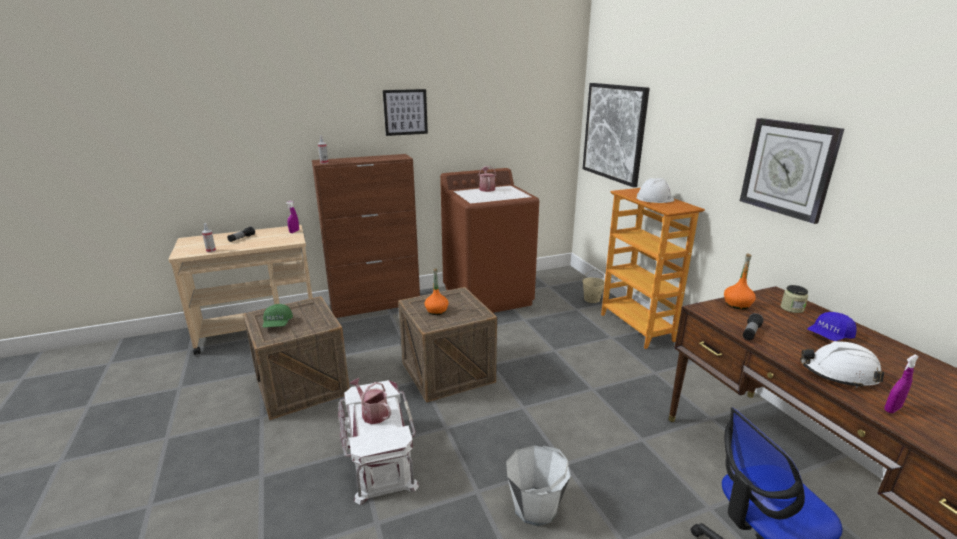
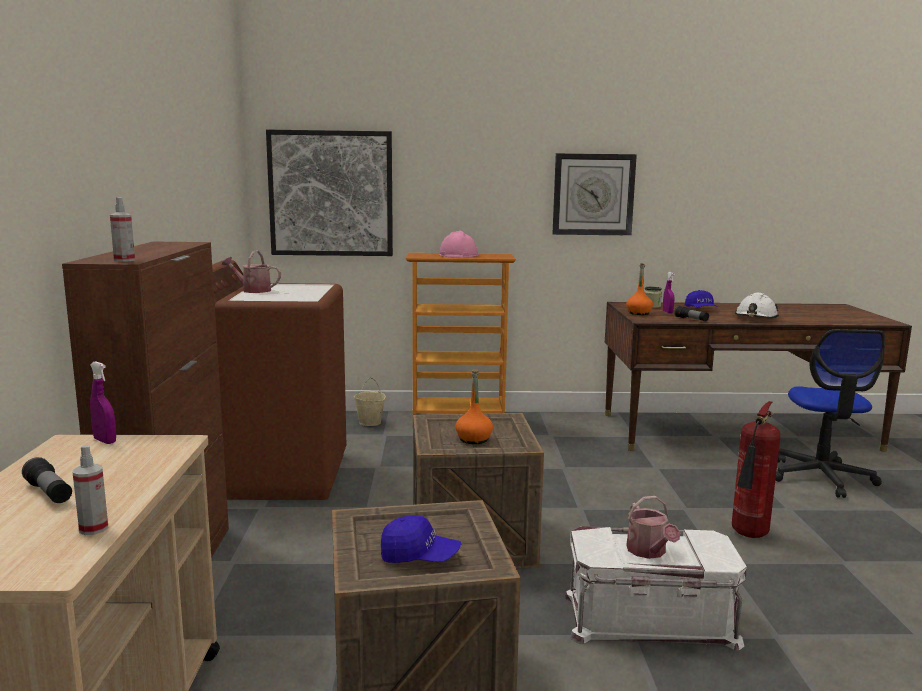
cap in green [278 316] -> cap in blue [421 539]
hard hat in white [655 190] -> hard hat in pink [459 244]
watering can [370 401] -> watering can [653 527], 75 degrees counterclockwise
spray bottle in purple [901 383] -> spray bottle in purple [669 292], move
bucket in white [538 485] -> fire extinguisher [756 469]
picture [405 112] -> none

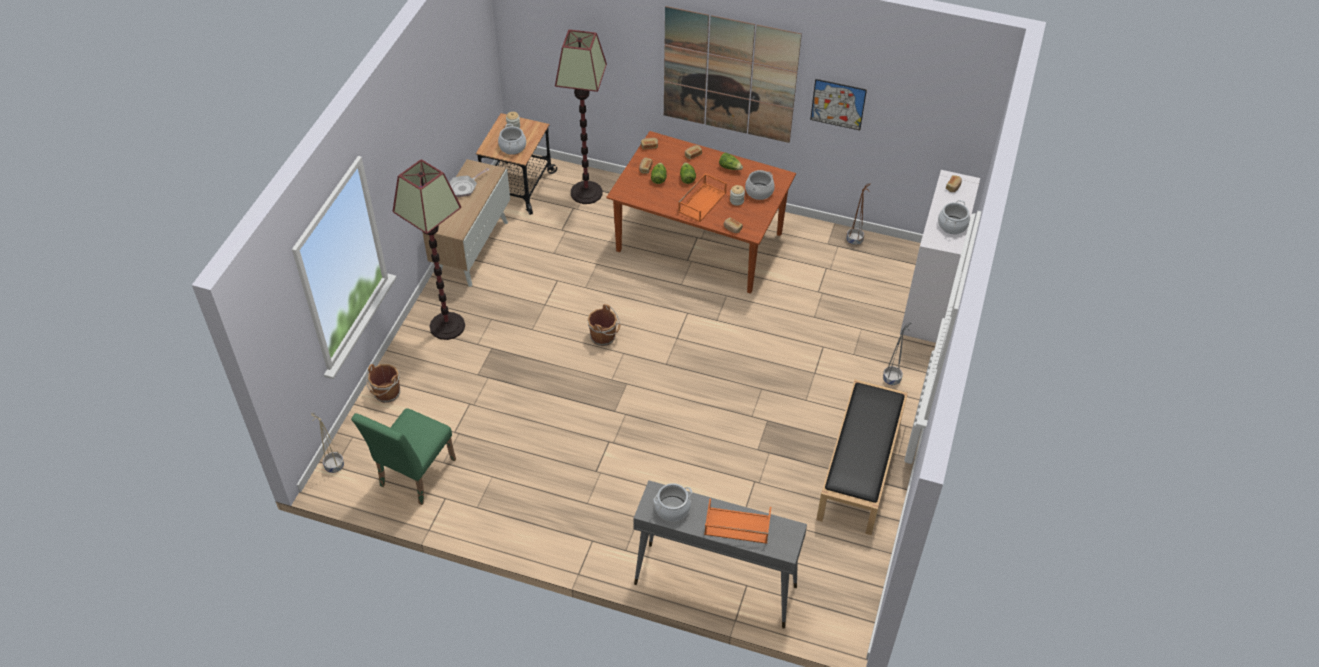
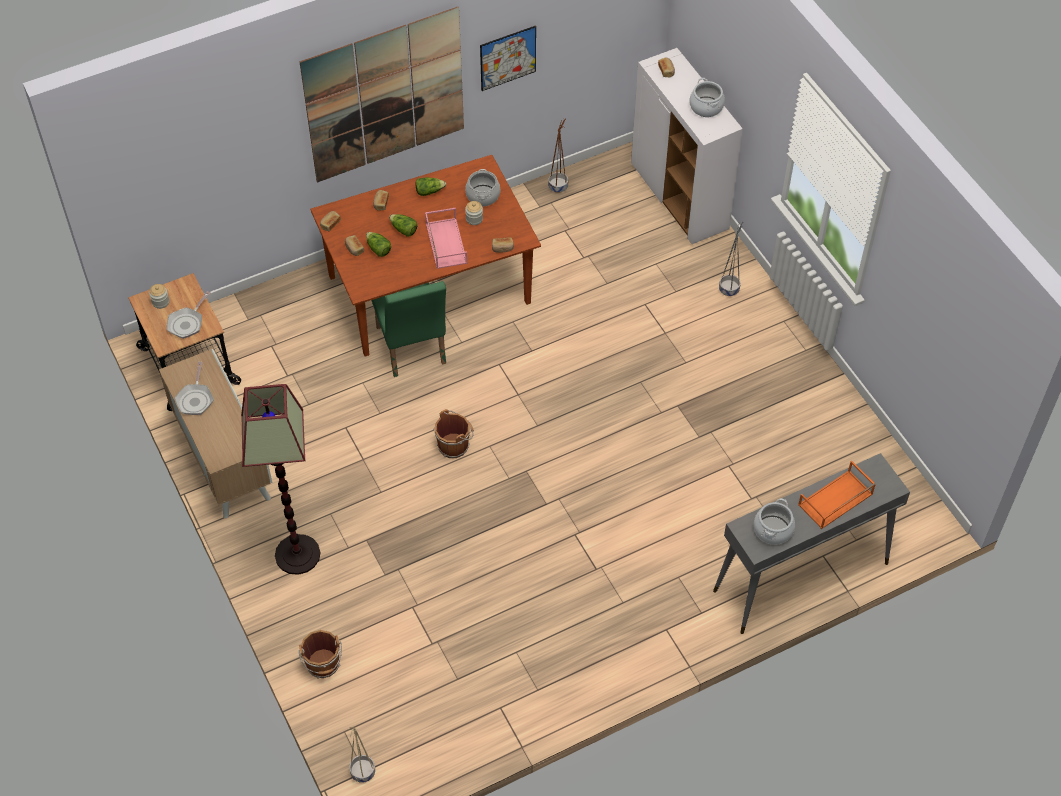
cooking pot [512 139] -> frying pan [189 315]
chair in green [403 456] -> chair in green [408 329], move
tray in orange [702 197] -> tray in pink [446 238]
floor lamp [581 117] -> none
bench in black [862 457] -> none

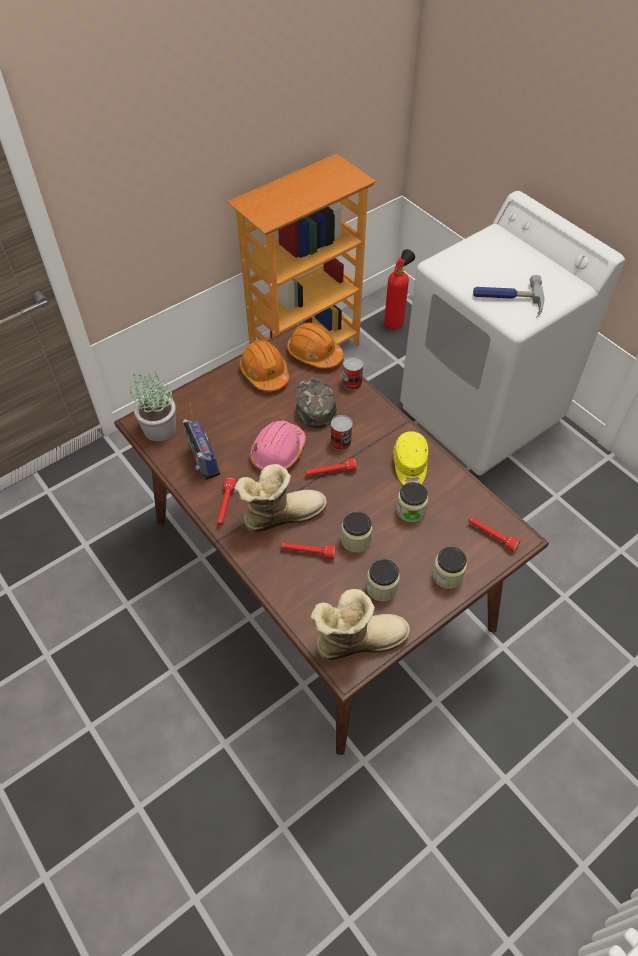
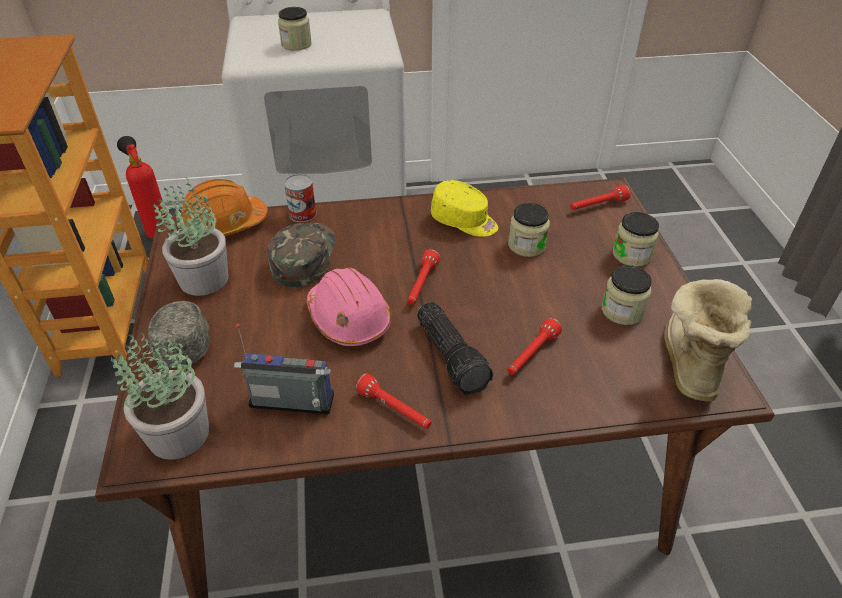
none -> cap in grey [178 334]
hard hat in orange [264 365] -> potted plant [191 236]
cap in green [316 403] -> cap in green [301 255], 75 degrees clockwise
jar [356 532] -> jar [295 29], move
boot [280 498] -> flashlight [455 348]
can [341 432] -> none
hammer [508 296] -> none

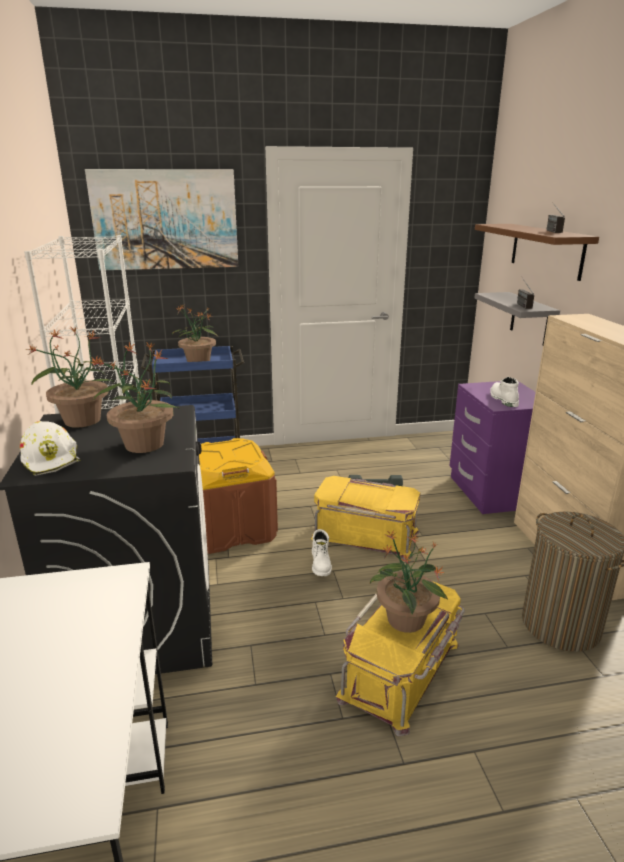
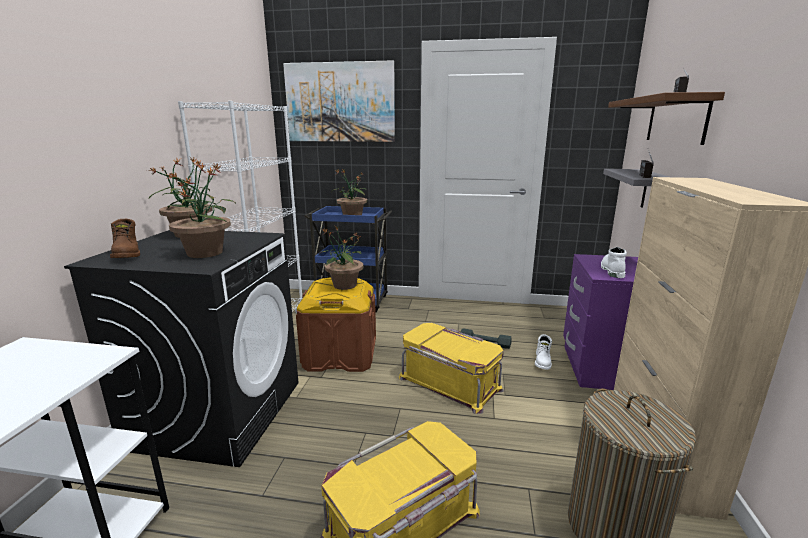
hard hat in white [50 448] -> boot in brown [125 238]
potted plant [409 581] -> potted plant [342 258], move
boot in white [322 552] -> boot in white [543 352], move

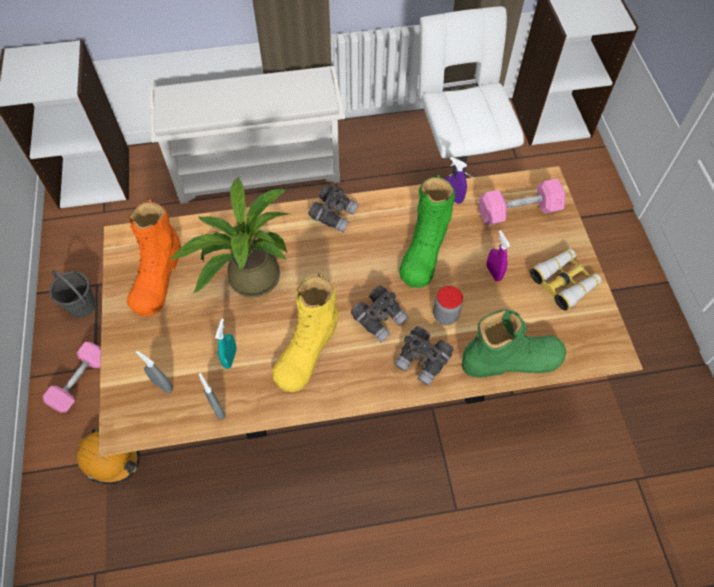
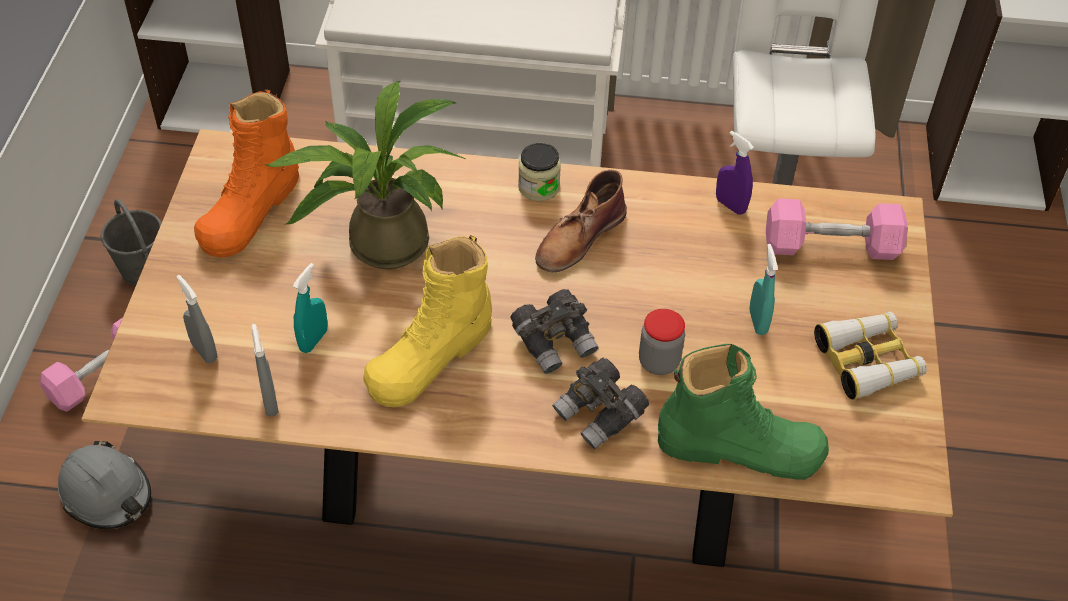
hard hat in orange [108 456] -> hard hat in grey [104 485]
binoculars in grey [333 208] -> jar [539 172]
none -> boot in brown [581 221]
spray bottle in purple [498 256] -> spray bottle in turquoise [763 289]
boot in green [427 231] -> none

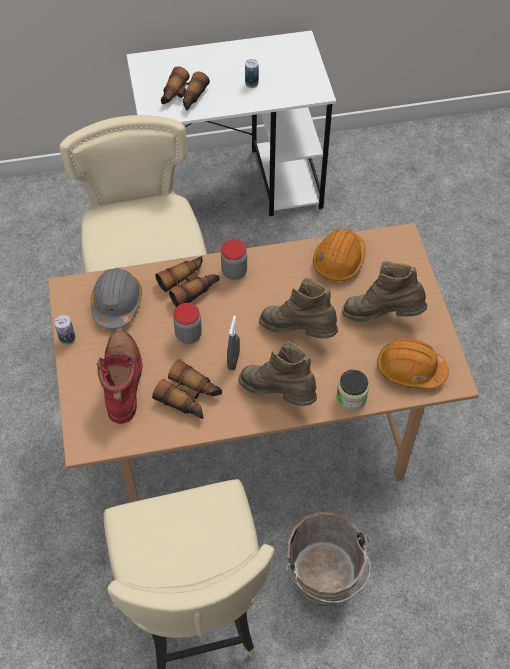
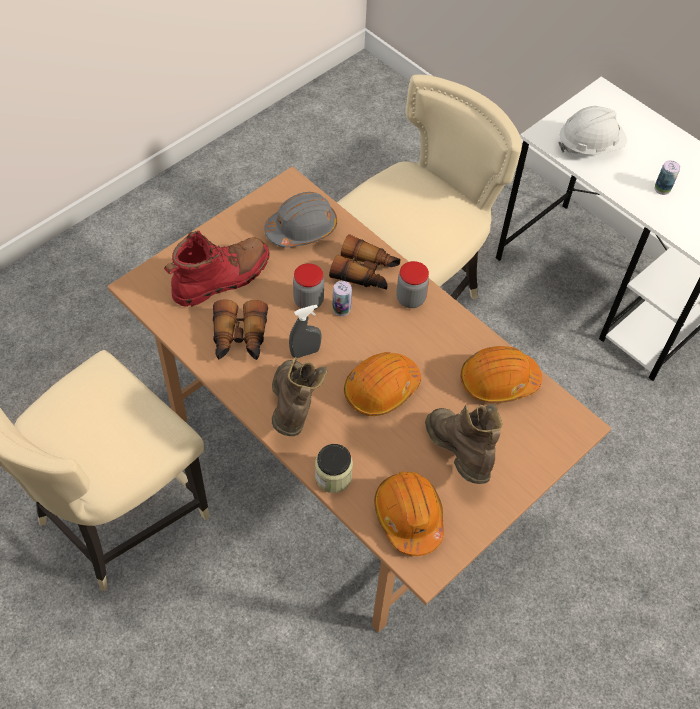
can [64 330] -> can [342 299], move
boot in brown [298 308] -> hard hat in orange [382 384]
binoculars [185 88] -> hard hat in white [592 130]
bucket in brown [328 559] -> none

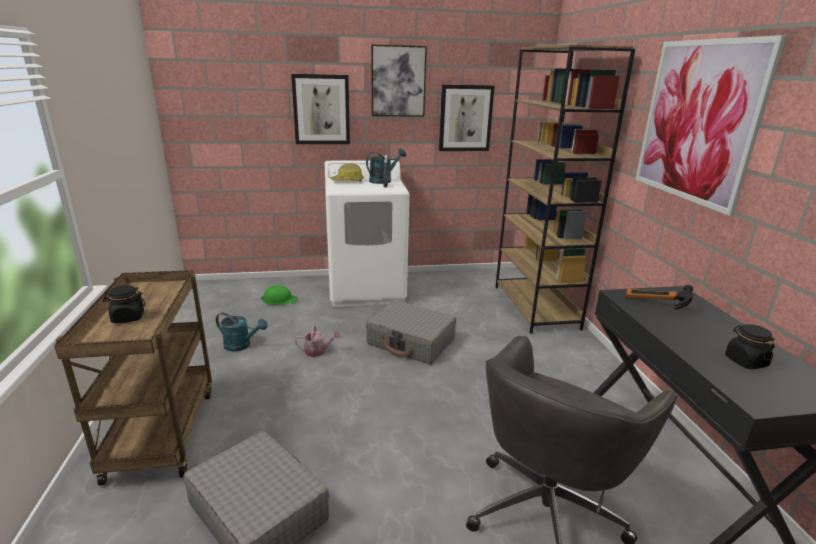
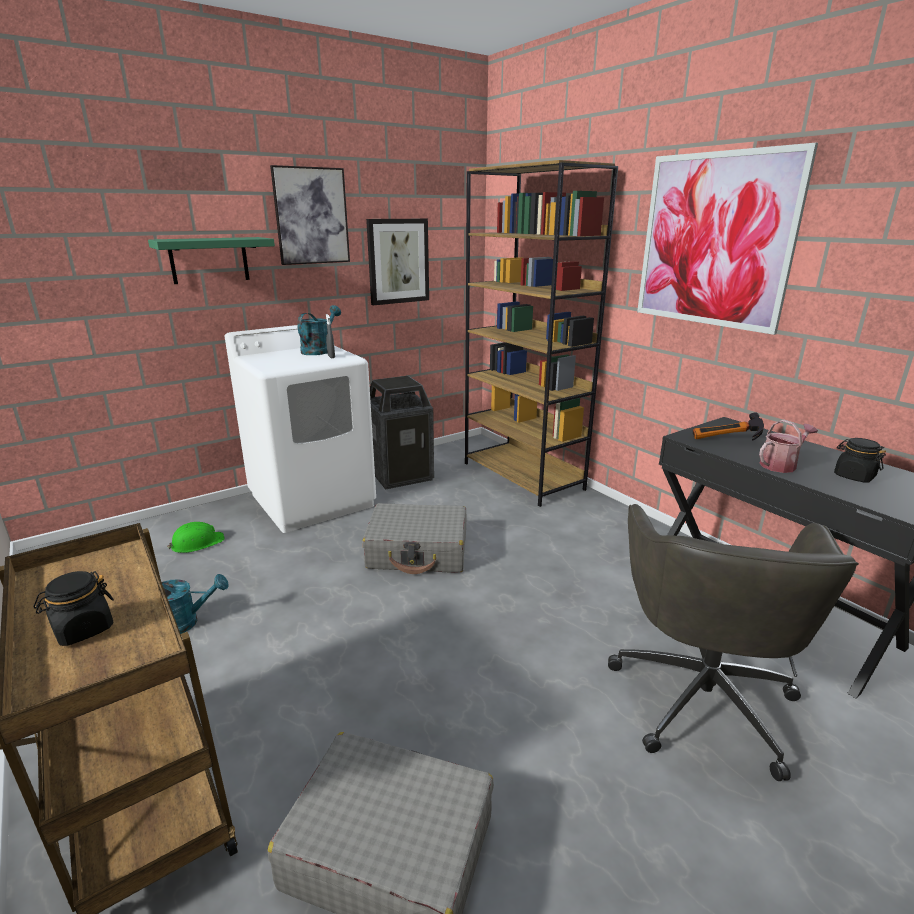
picture [320 109] -> shelf in green [211 260]
none -> trash can [402 433]
watering can [318 341] -> watering can [788 446], move
hard hat [347 172] -> none

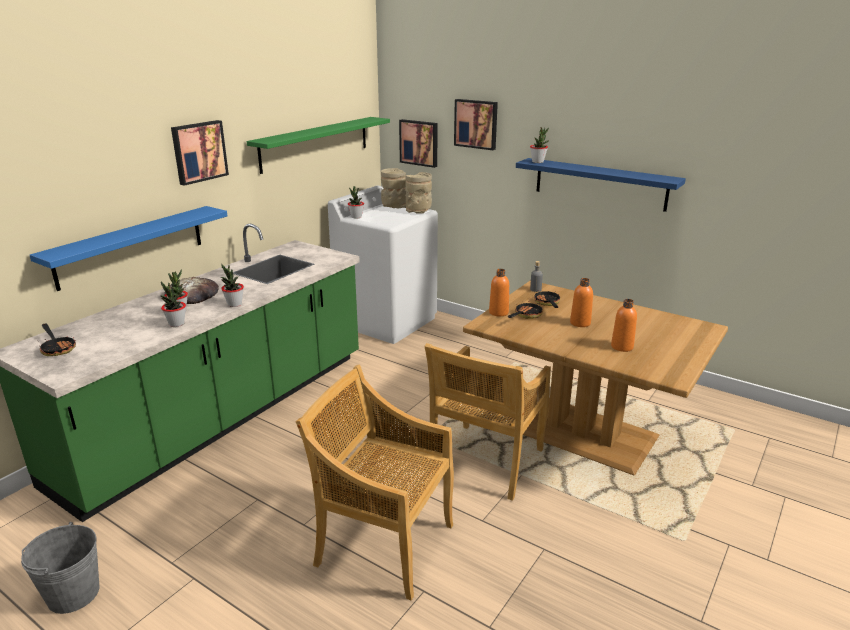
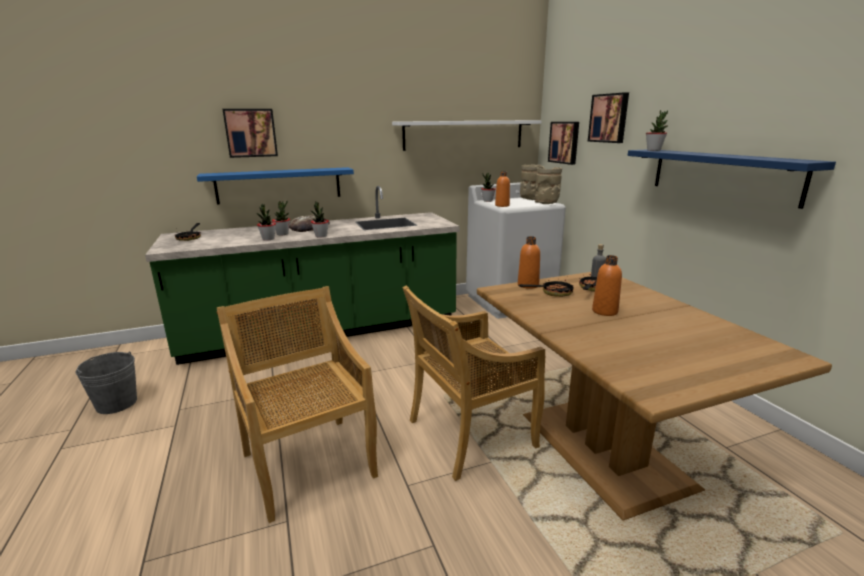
picture [200 153] -> picture [250 133], move
shelf in green [318 145] -> shelf in white [467 135]
bottle in orange [624 325] -> bottle in orange [502 189], move

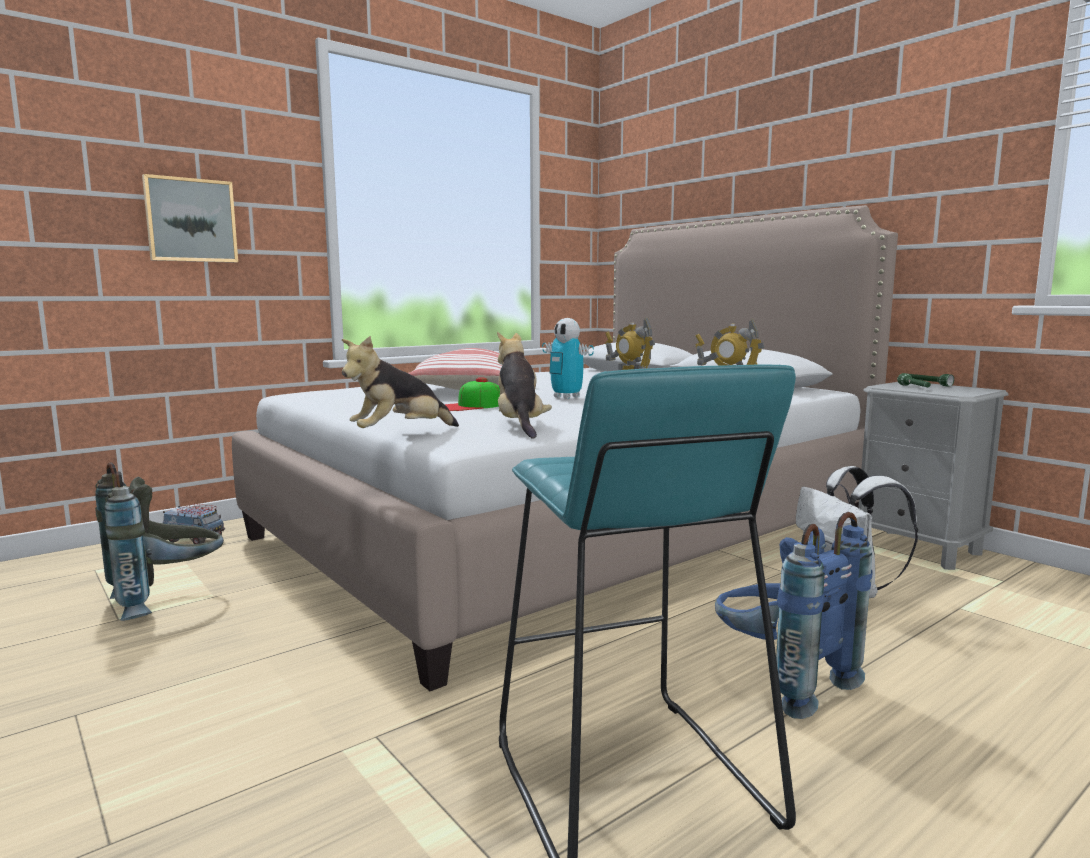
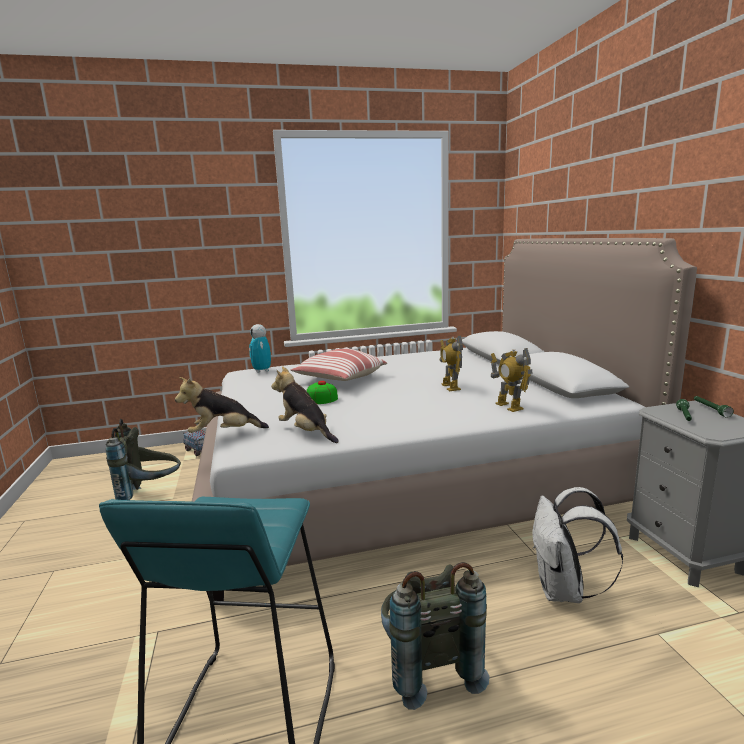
toy robot [568 358] -> toy robot [260 348], move
plush toy [524 385] -> plush toy [305 404], 60 degrees counterclockwise
backpack in blue [794 615] -> backpack in grey [435 636]
picture [190 218] -> none

